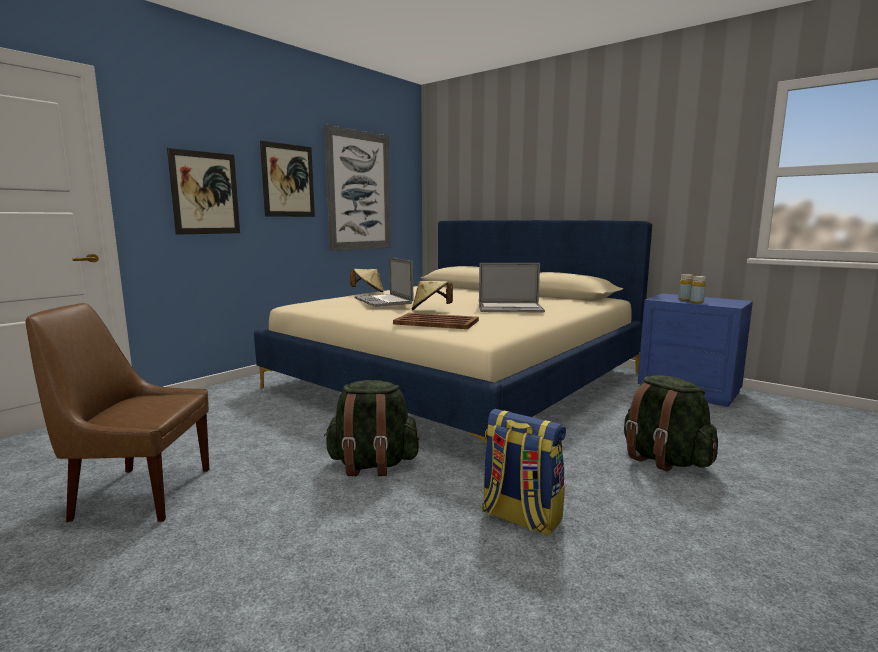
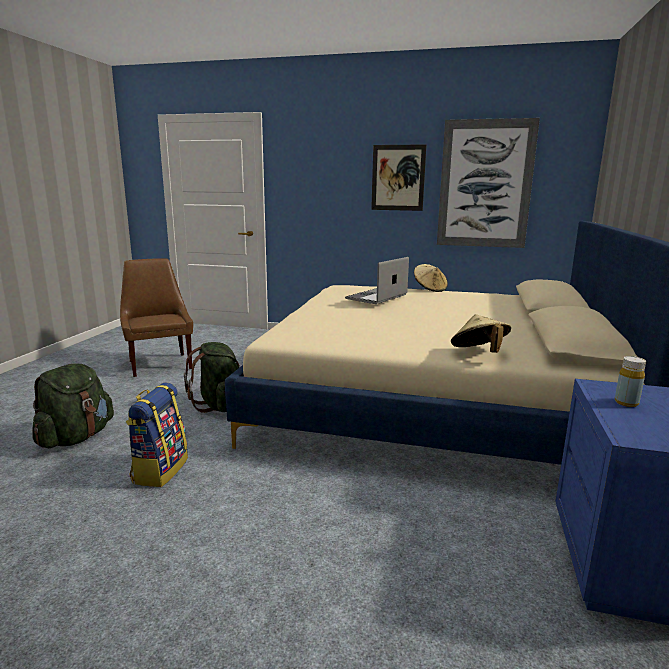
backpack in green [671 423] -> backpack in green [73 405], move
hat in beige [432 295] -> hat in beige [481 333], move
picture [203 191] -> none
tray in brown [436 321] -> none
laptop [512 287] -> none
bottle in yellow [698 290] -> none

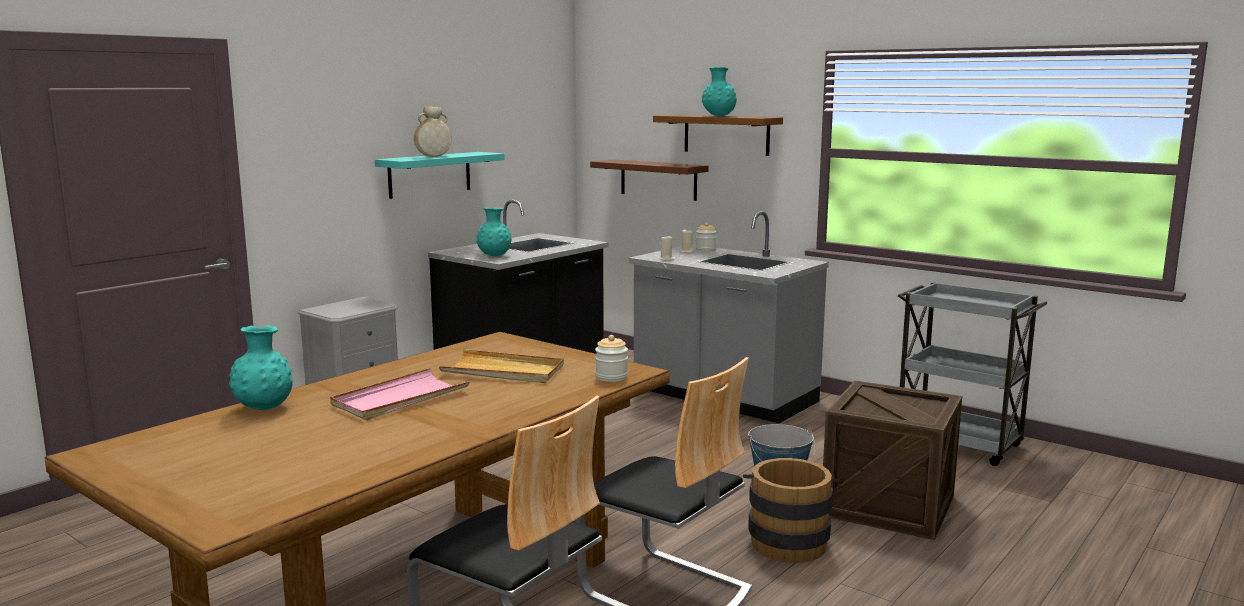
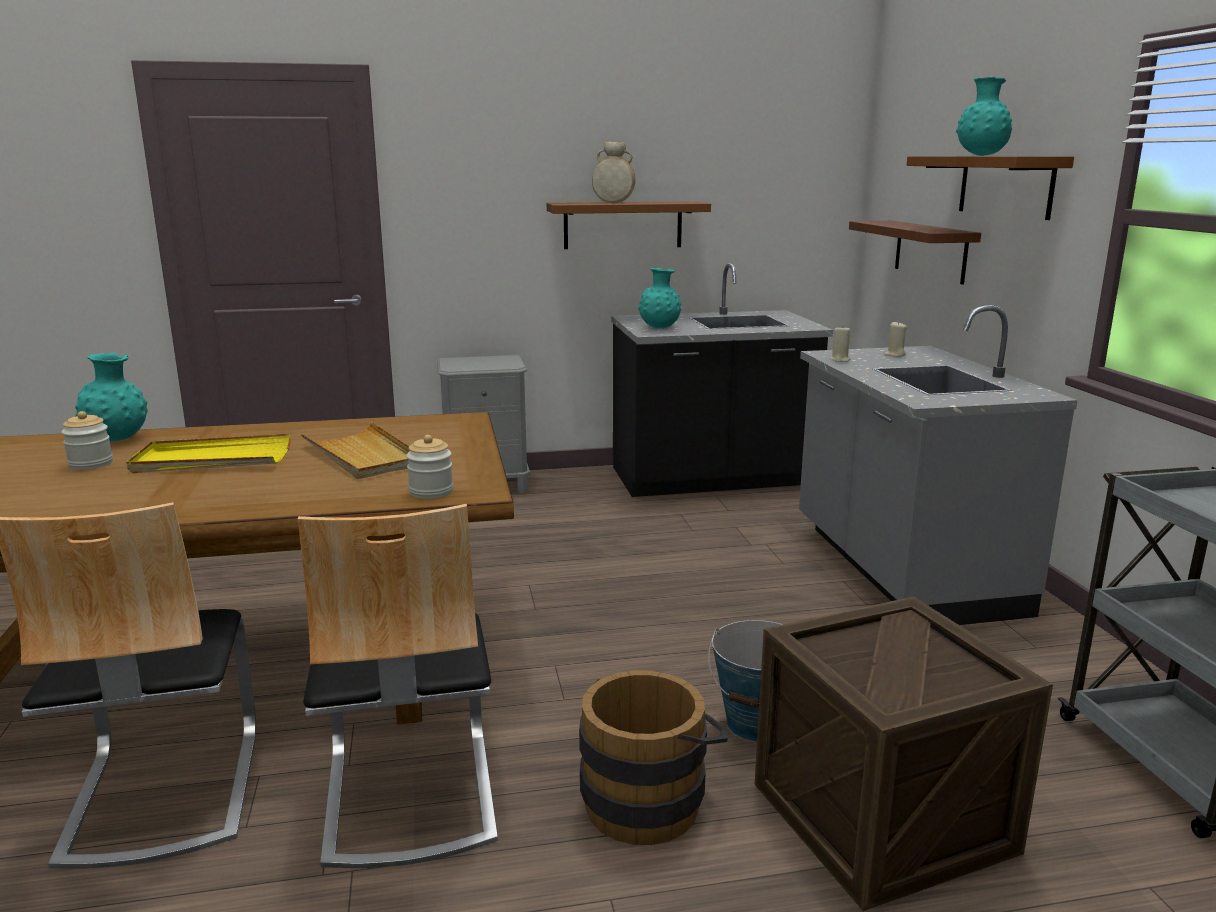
jar [706 236] -> jar [87 440], move
tray in pink [400 394] -> tray in yellow [208 453]
shelf in turquoise [440 175] -> shelf in brown [629 225]

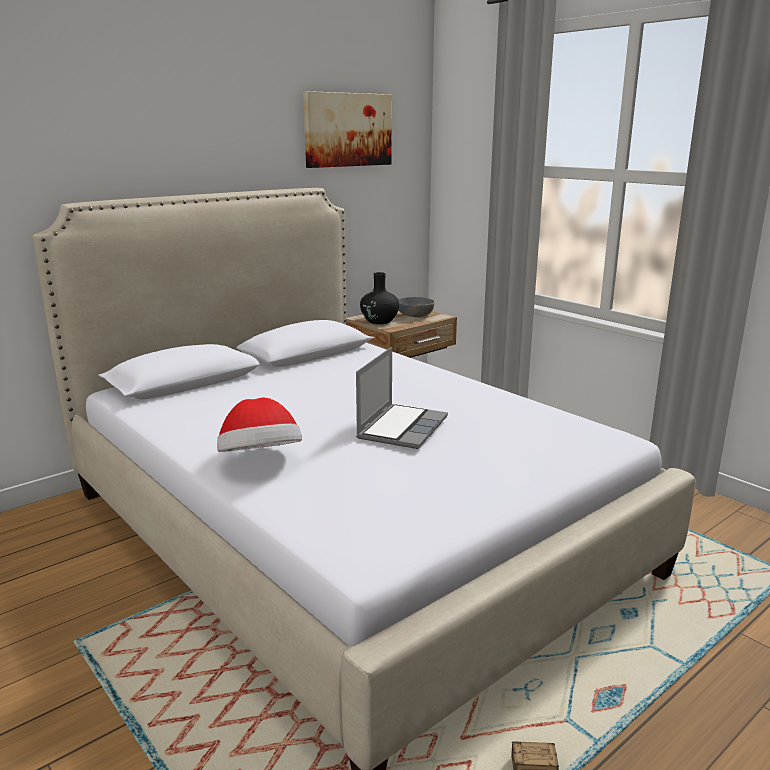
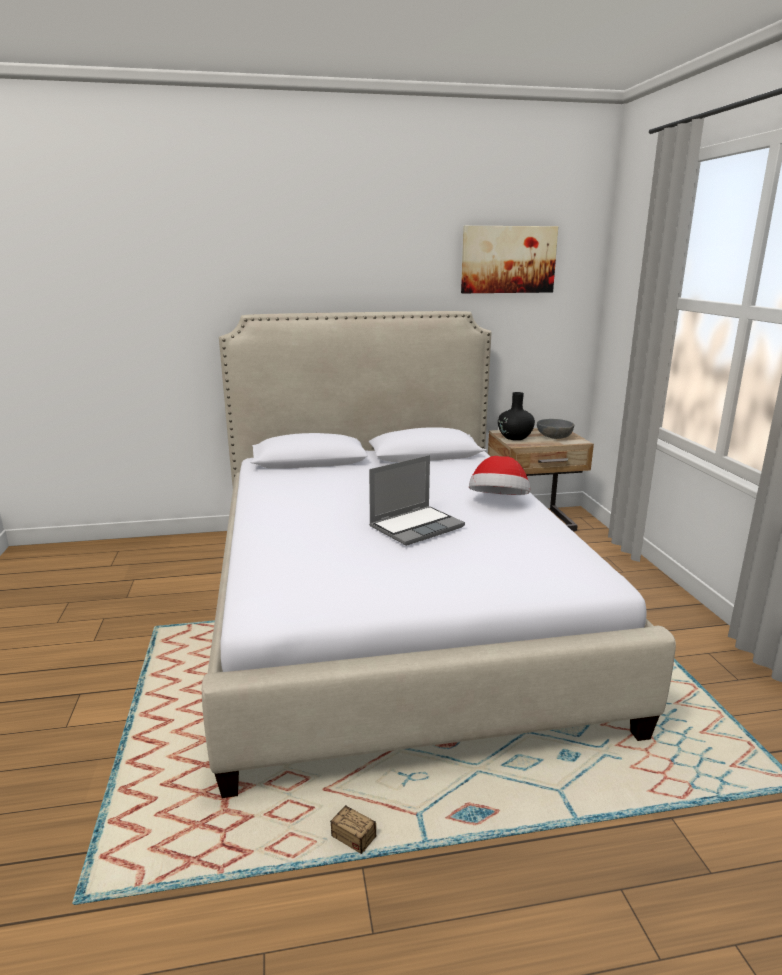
hat [259 424] -> hat [499 475], move

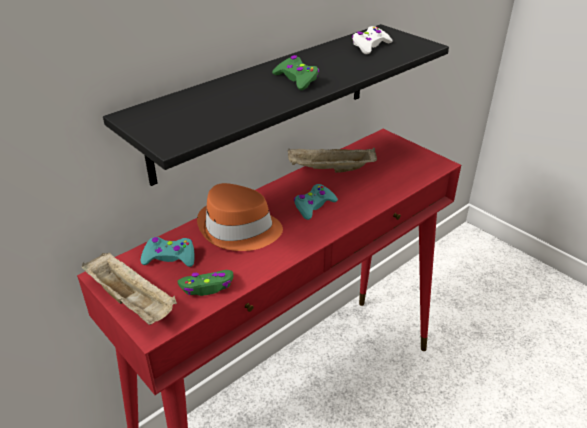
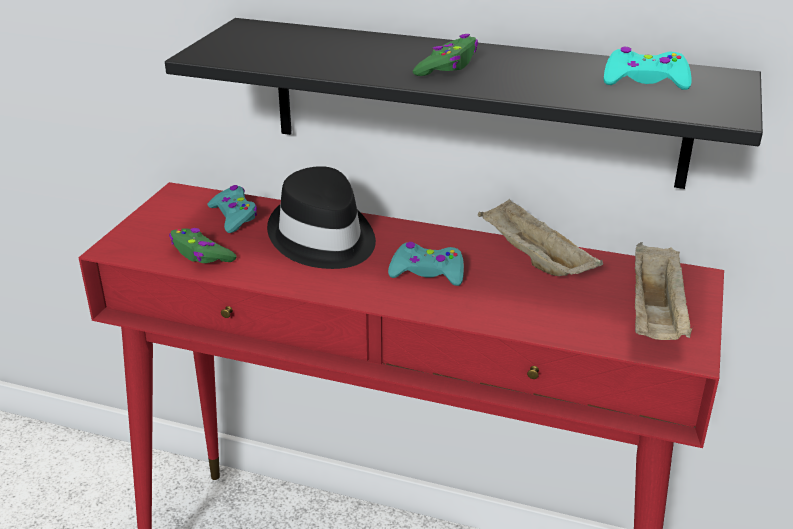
hat in orange [240 217] -> hat in black [321 217]
game controller in white [372 40] -> game controller in turquoise [648 68]
tray in beige [129 288] -> tray in beige [663 291], move

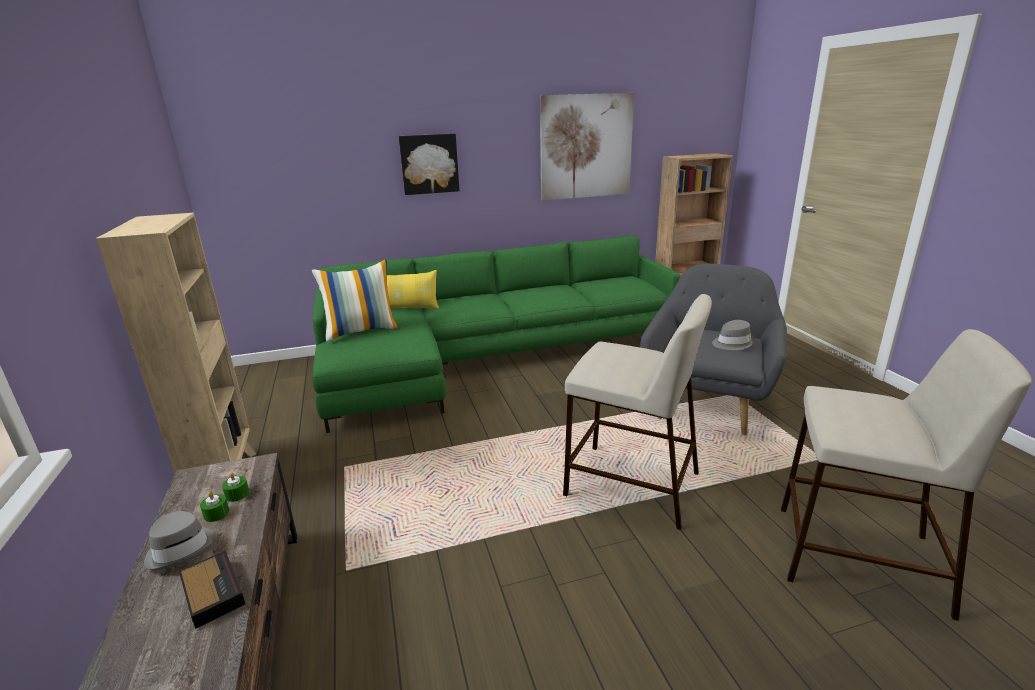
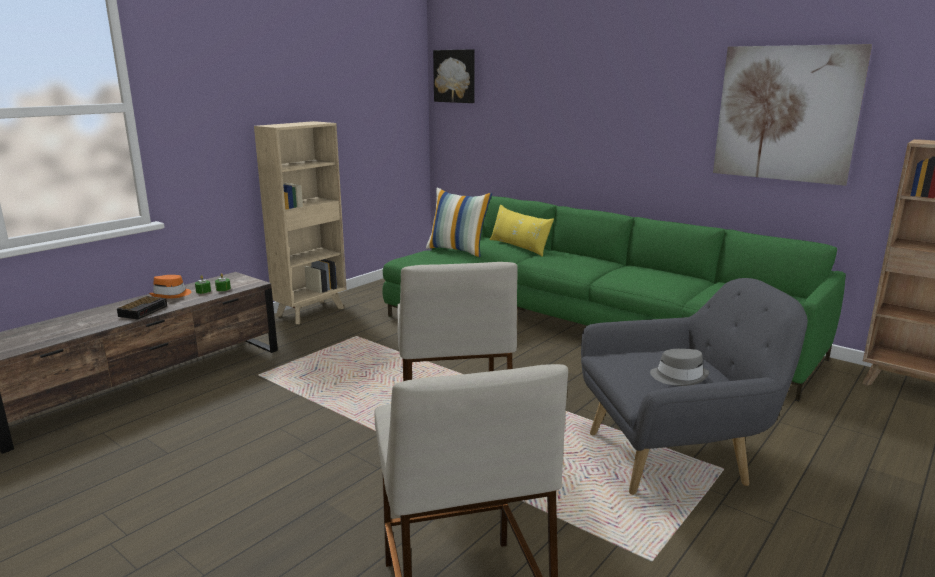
hat in grey [180 540] -> hat in orange [170 286]
picture [429 164] -> picture [454 76], move

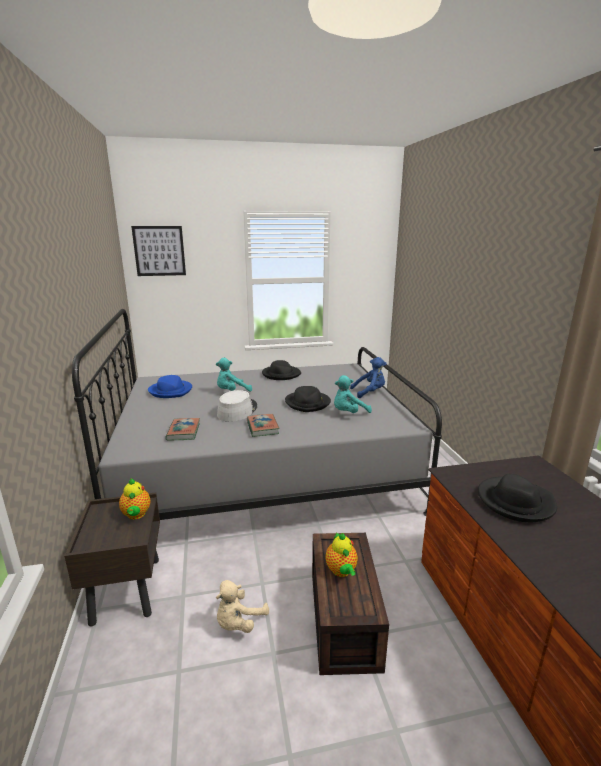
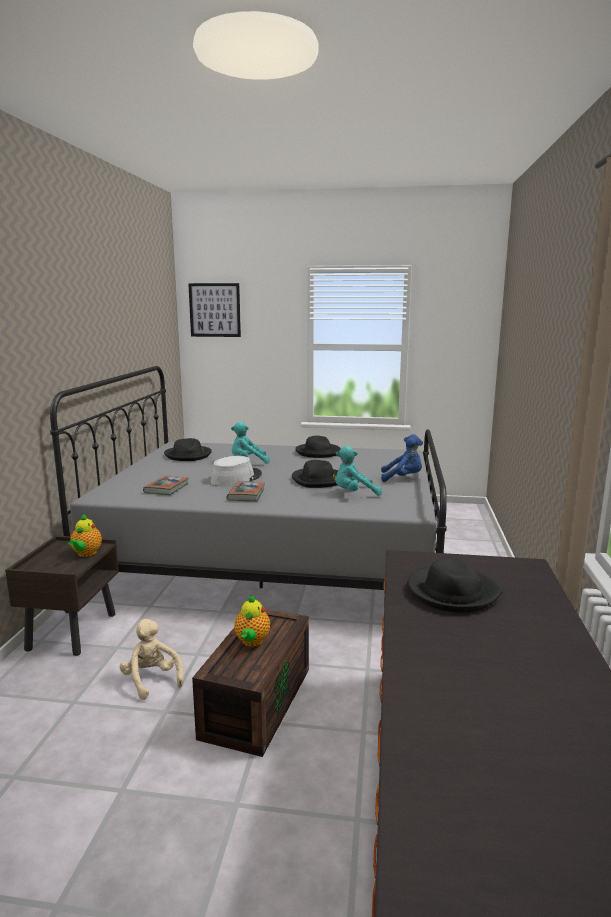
plush toy in beige [242 606] -> plush toy in beige [152 659], 90 degrees clockwise
hat in blue [170 386] -> hat in black [188 449]

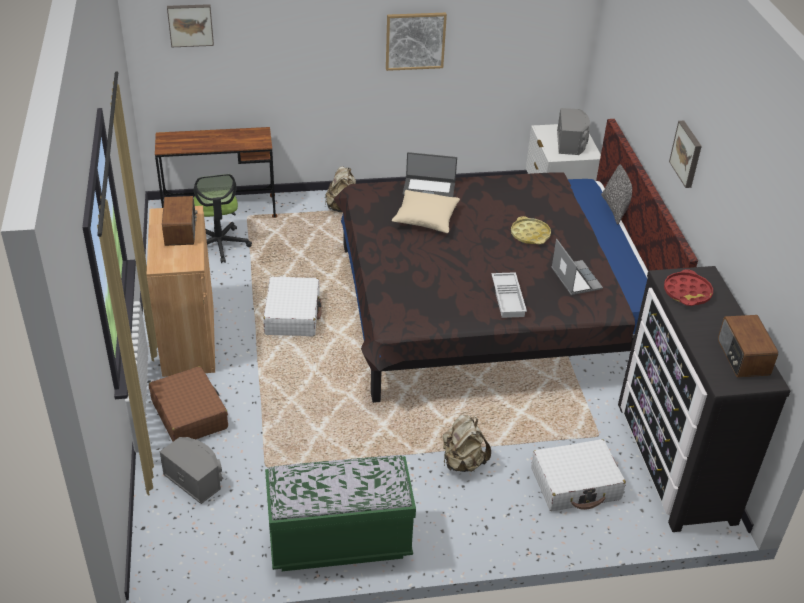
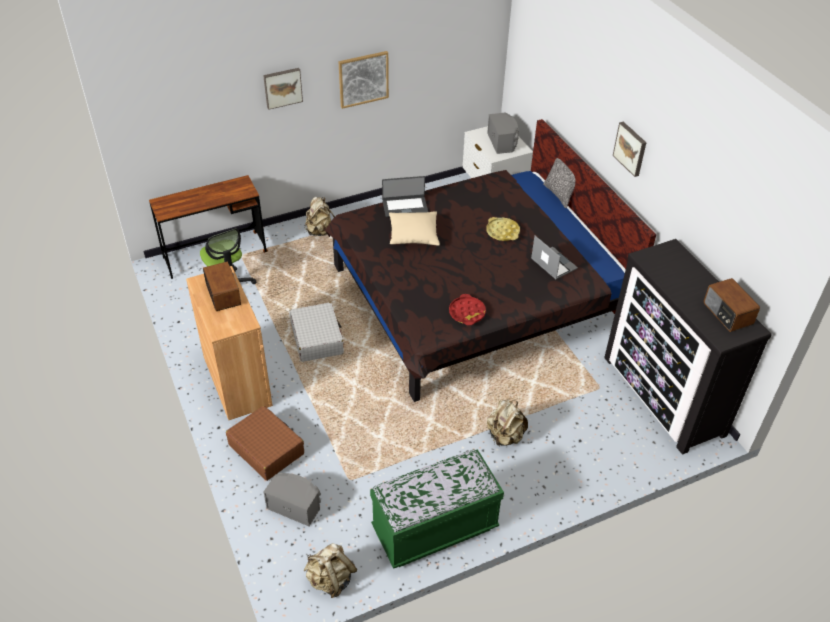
picture [190 25] -> picture [283 89], move
none -> backpack in beige [331 570]
tray in red [688 287] -> tray in red [467 309], move
tray in white [509 295] -> none
suitcase in white [578 475] -> none

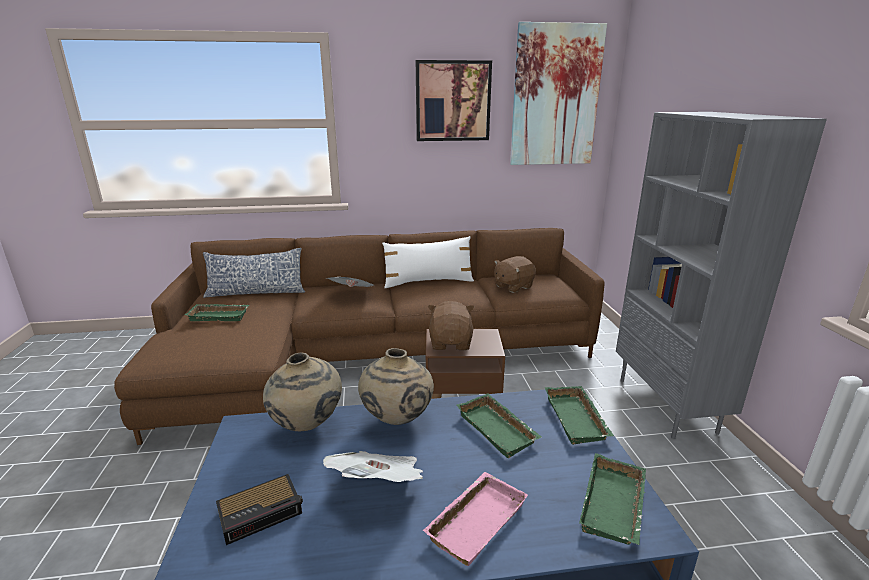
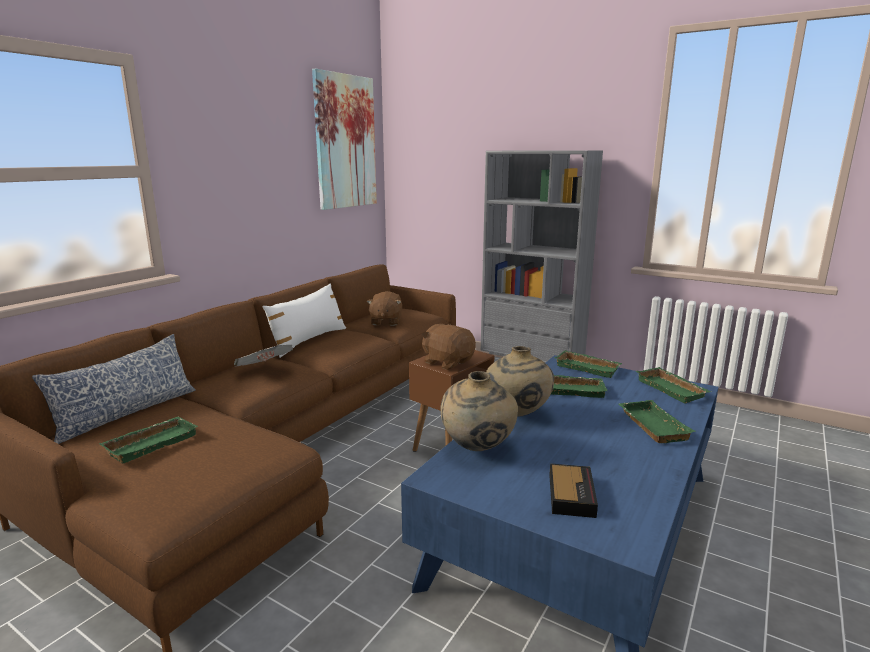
tray in pink [475 519] -> tray in green [656 421]
newspaper [373 466] -> none
picture [454 100] -> none

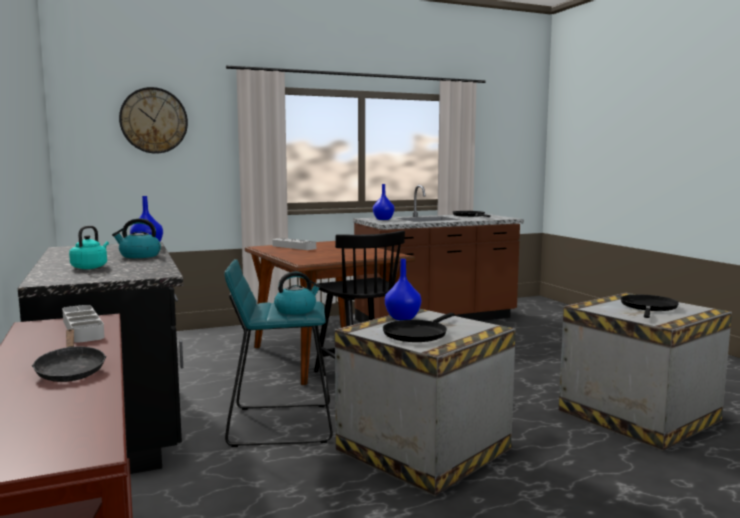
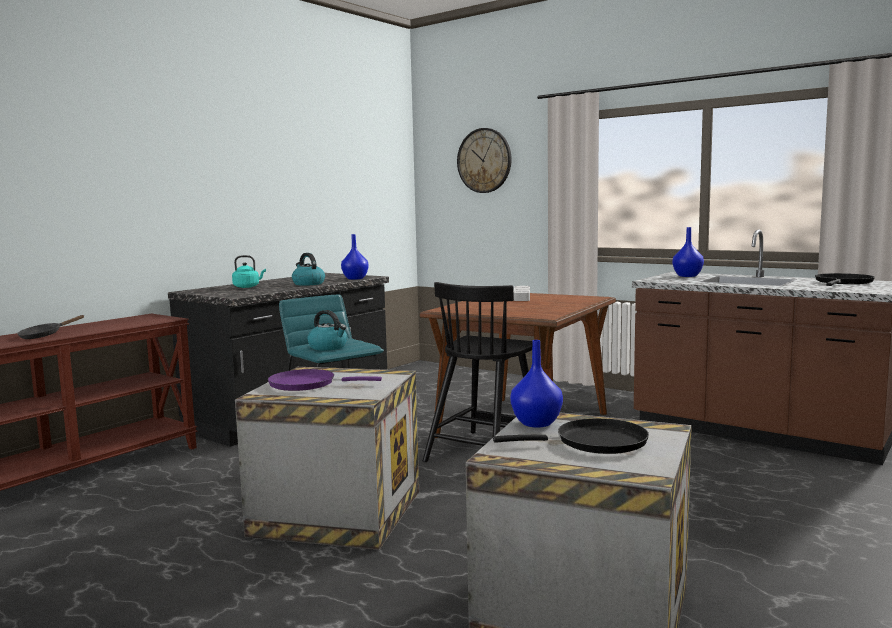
frying pan in black [419 327] -> frying pan in purple [325 380]
vase in blue [403 289] -> vase in blue [536 384], move
tray in grey [83 323] -> none

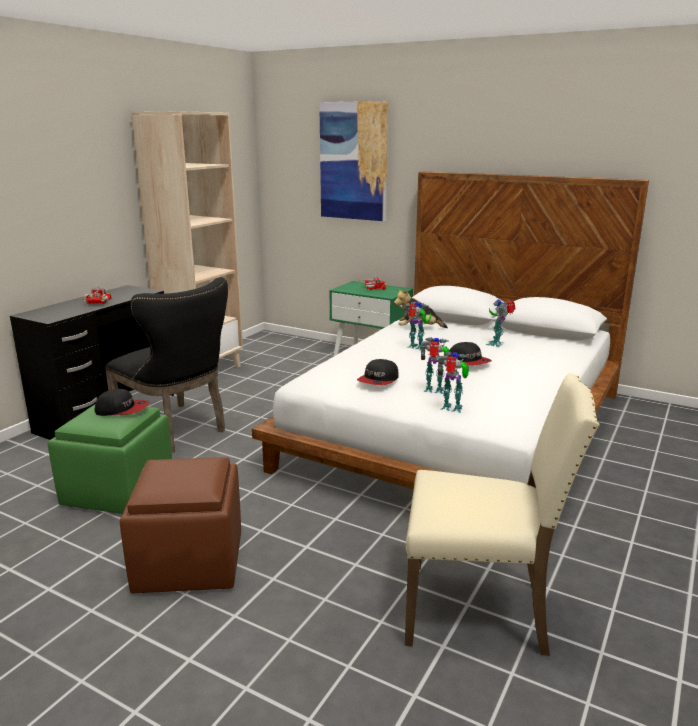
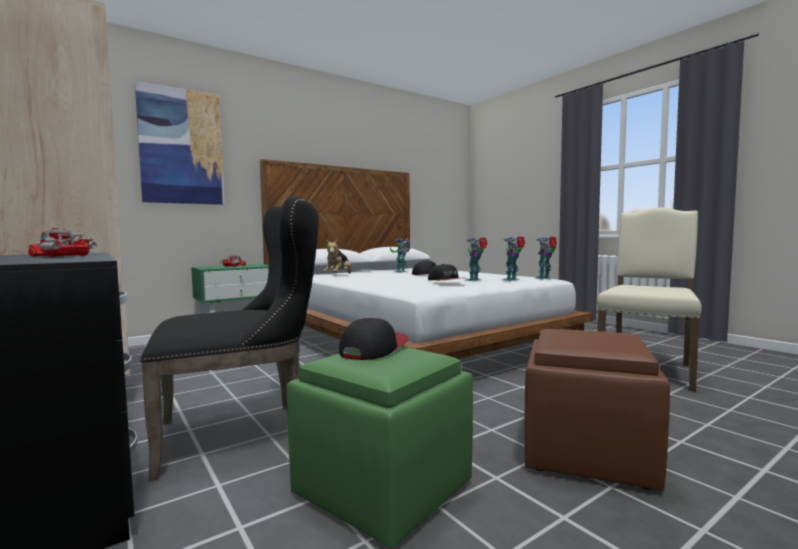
toy robot [417 326] -> toy robot [546 258], move

